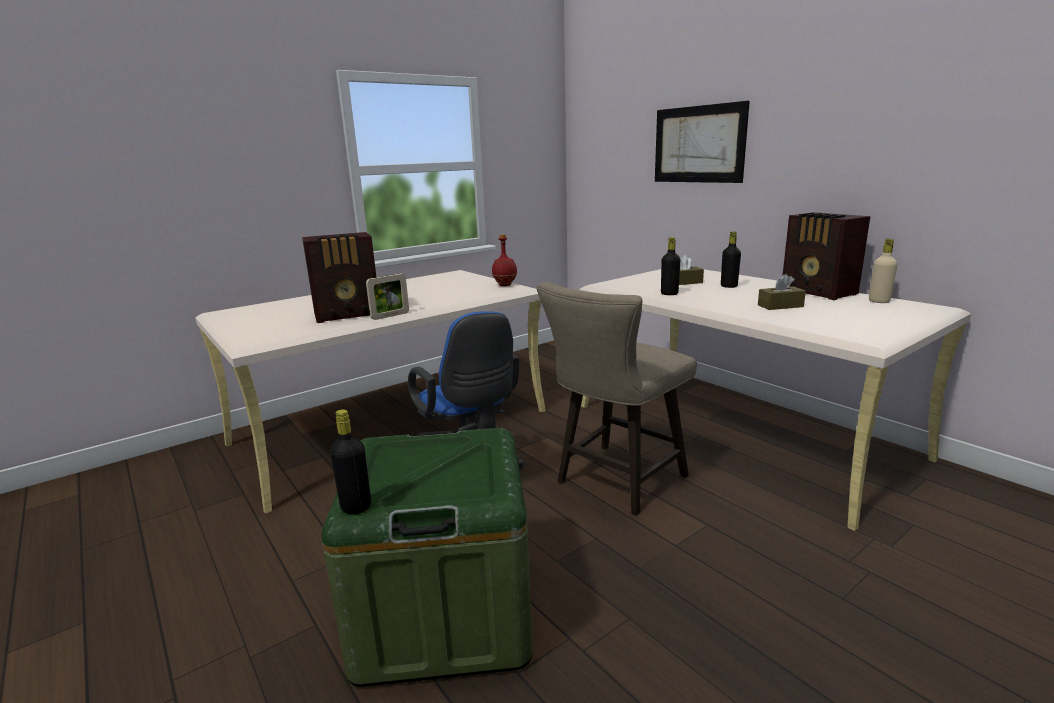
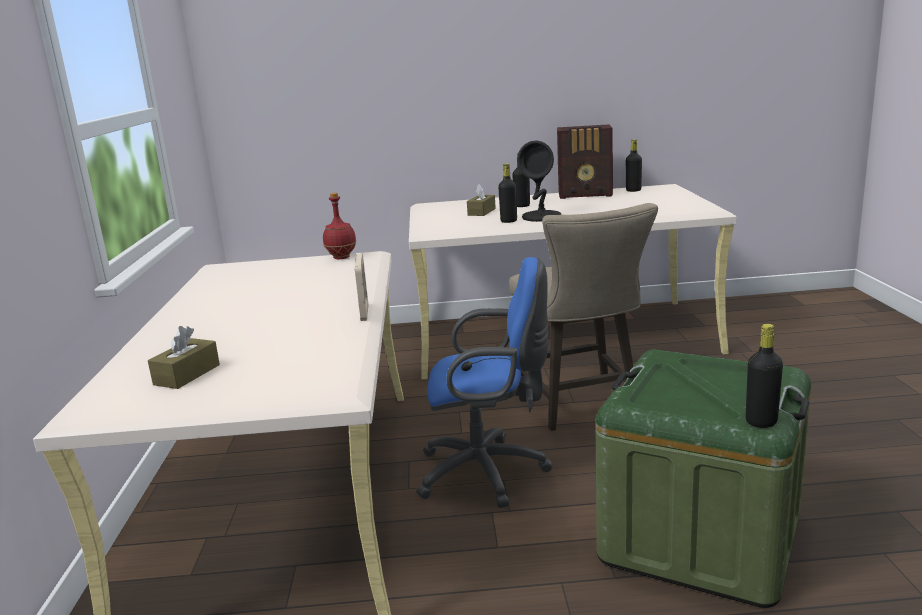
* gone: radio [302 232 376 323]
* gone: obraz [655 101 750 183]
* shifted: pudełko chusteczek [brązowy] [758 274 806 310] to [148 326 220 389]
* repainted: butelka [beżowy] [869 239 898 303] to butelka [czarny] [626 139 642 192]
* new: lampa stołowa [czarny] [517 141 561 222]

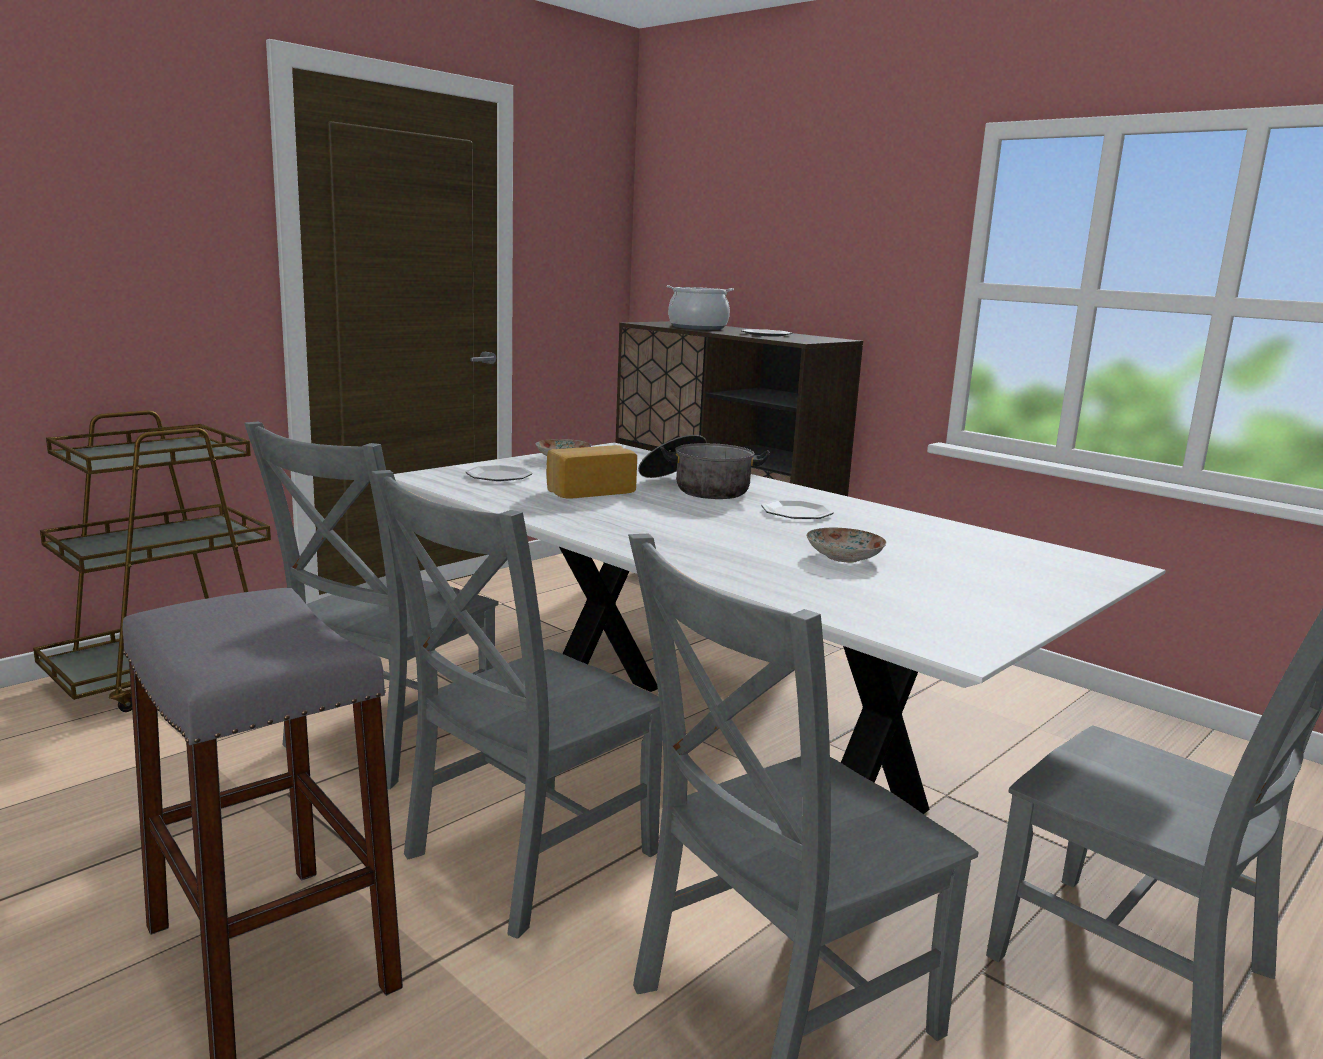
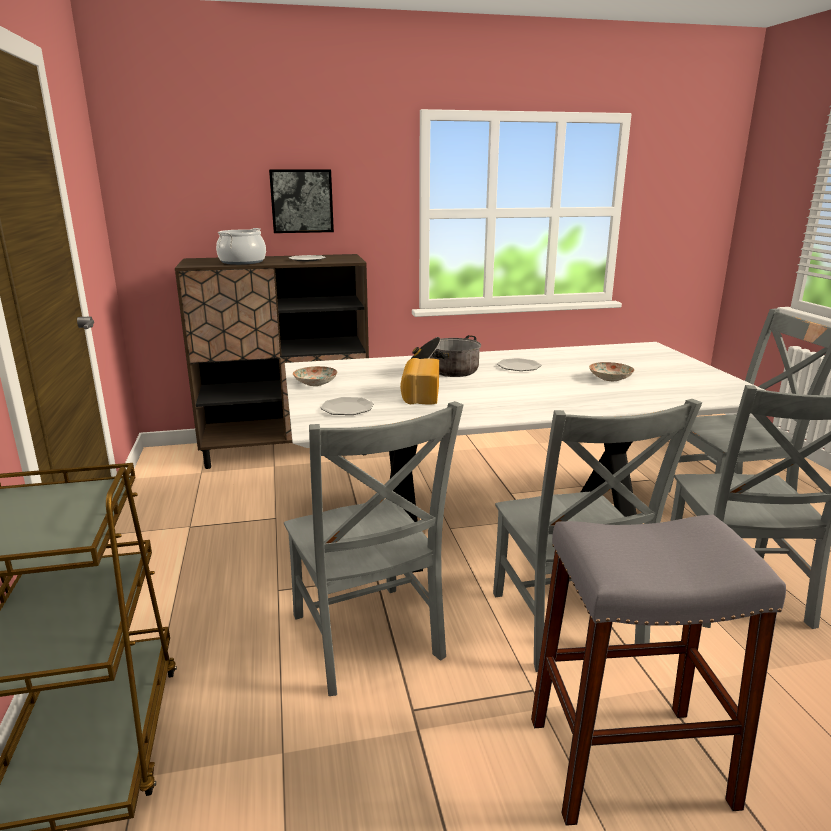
* new: obraz [269 169 334 233]

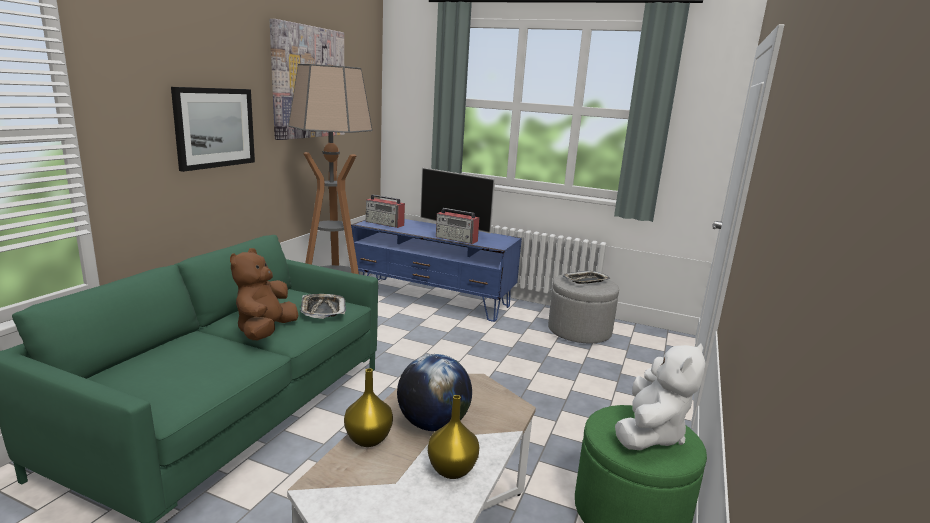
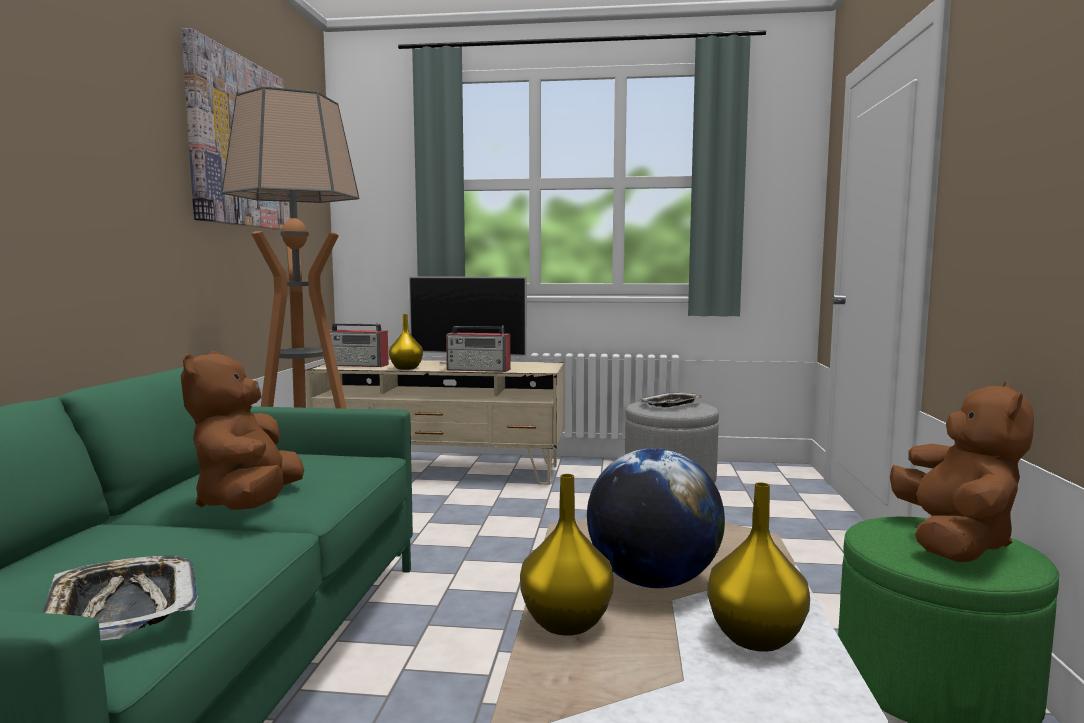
* gone: obraz [171 87 255 172]
* shifted: taca [301 294 346 319] to [42 556 198 640]
* repainted: szafka pod telewizor [niebieski] [351 219 522 322] to szafka pod telewizor [beżowy] [305 360 564 485]
* repainted: pluszak [biały] [615 344 706 450] to pluszak [brązowy] [890 381 1034 562]
* new: wazon [żółty] [389 314 423 370]

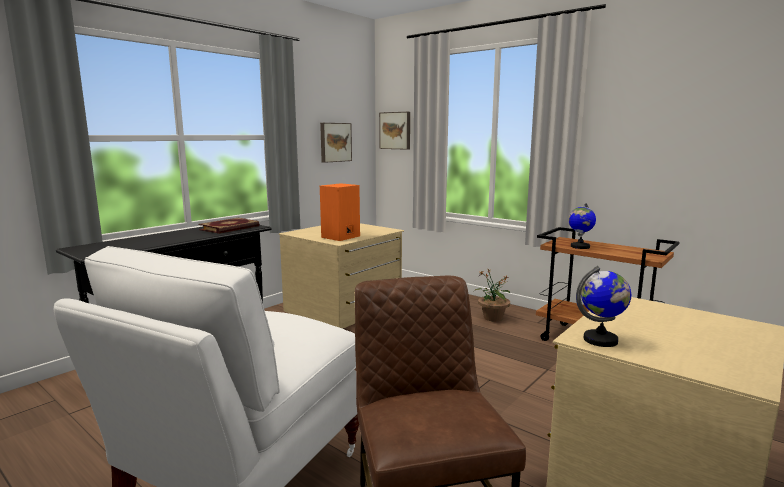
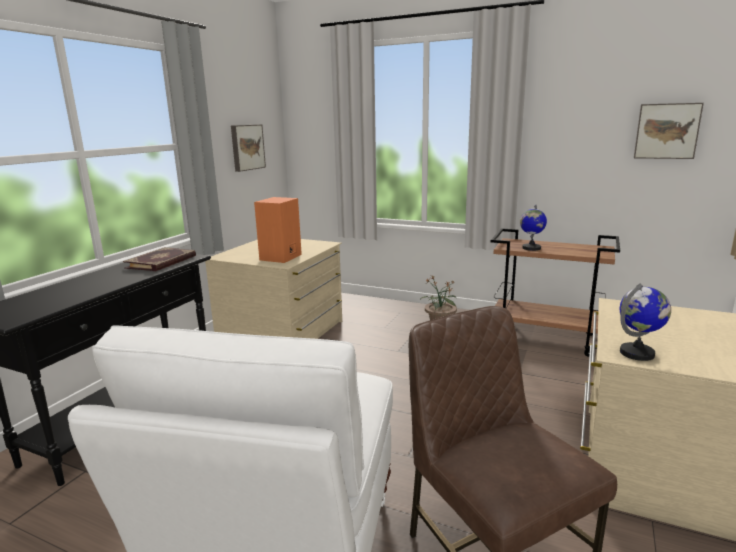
* shifted: obraz [379 112 410 150] to [634 103 704 159]

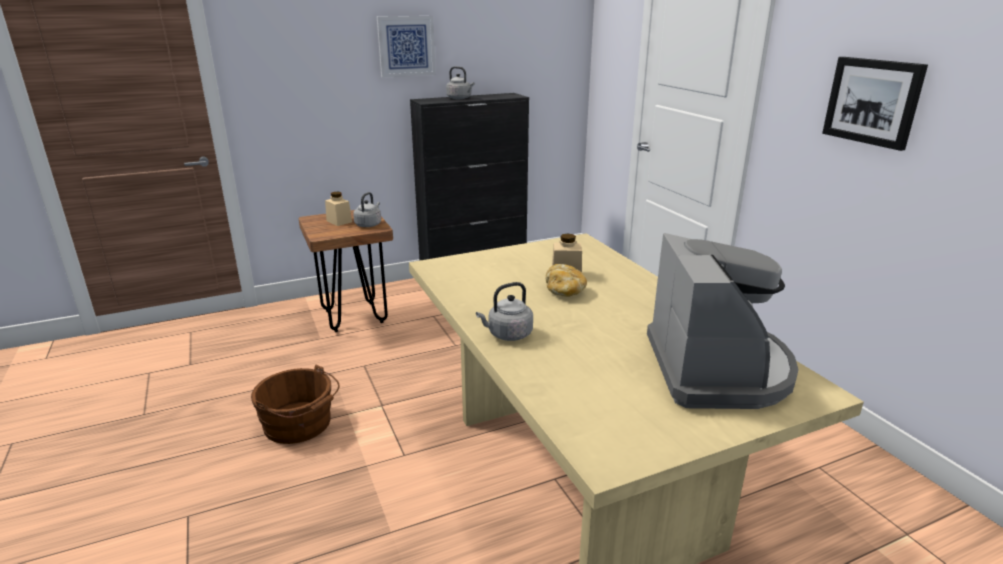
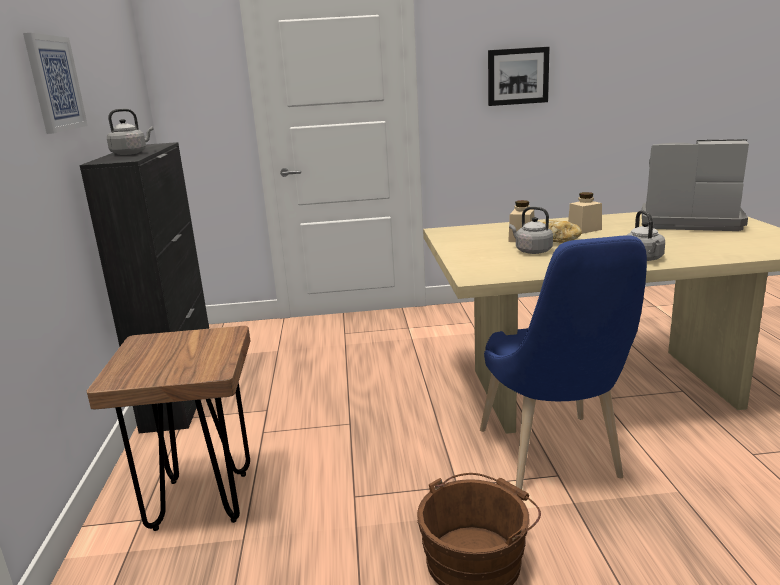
* shifted: słoik [beżowy] [325 192 352 226] to [568 192 602 234]
* shifted: czajnik [szary] [353 192 381 227] to [509 207 553 254]
* new: krzesło [niebieski] [480 235 647 490]

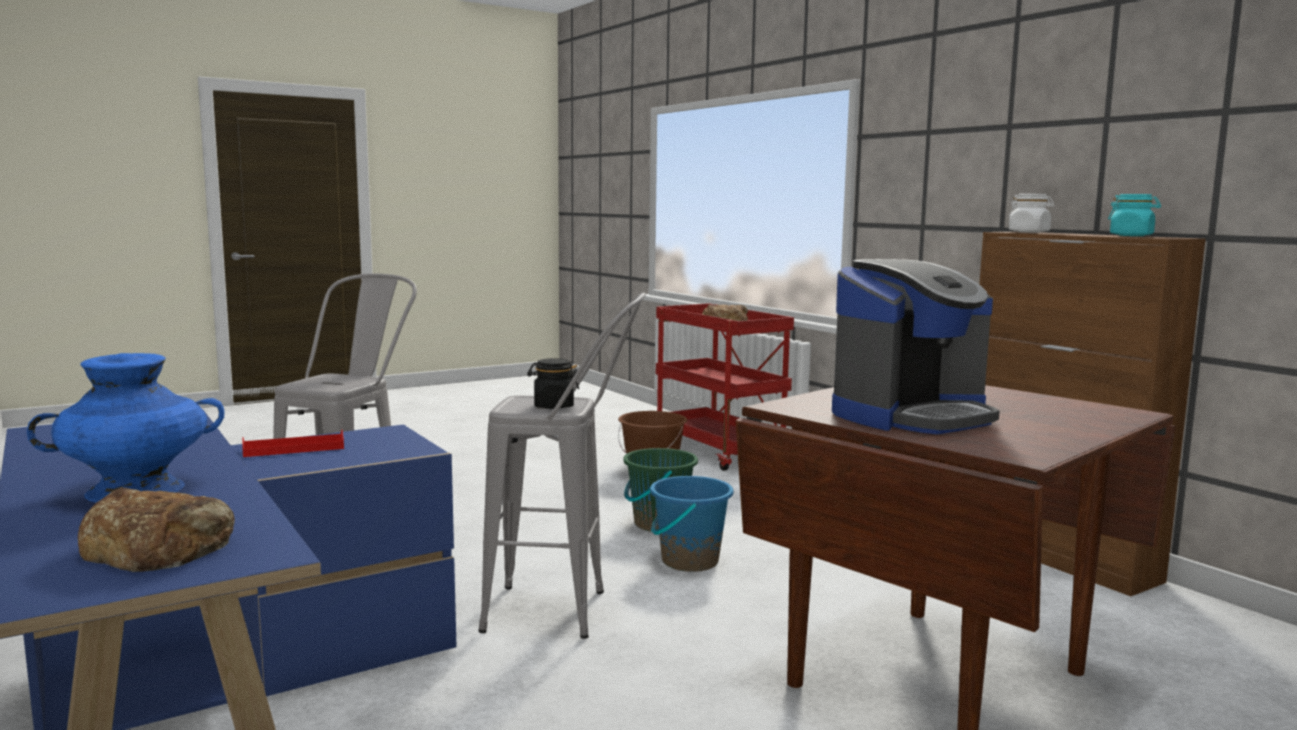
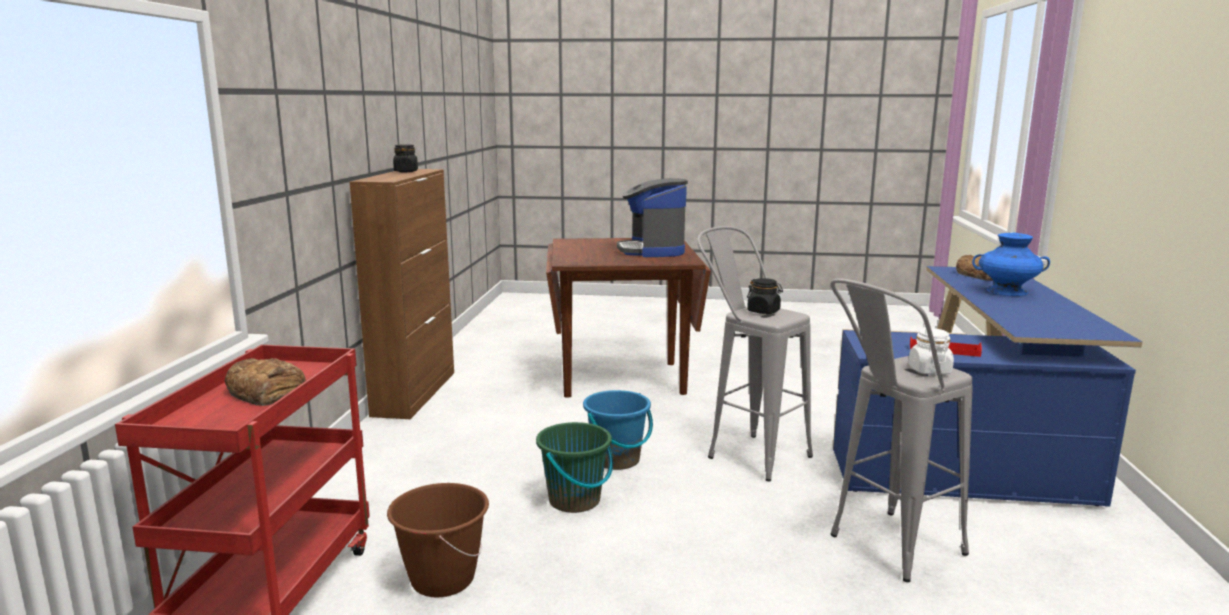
* rotated: ekspres do kawy [832 259 1000 434] = [617 178 688 257] 105 degrees counterclockwise
* shifted: słoik [biały] [1009 194 1054 233] to [908 328 954 375]
* repainted: słoik [turkusowy] [1108 194 1161 236] to słoik [czarny] [393 144 418 172]

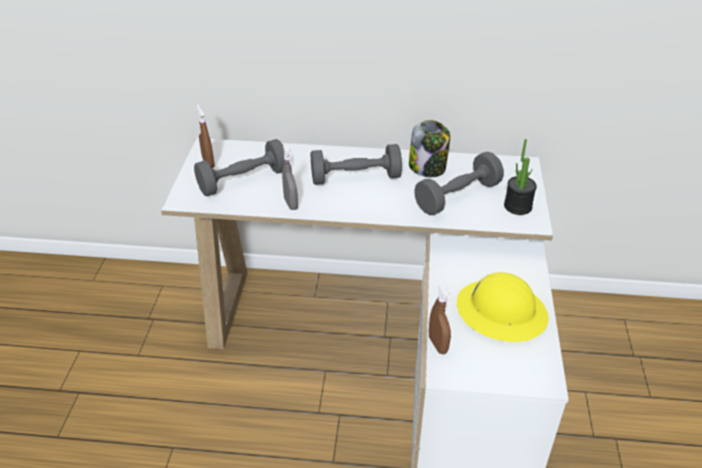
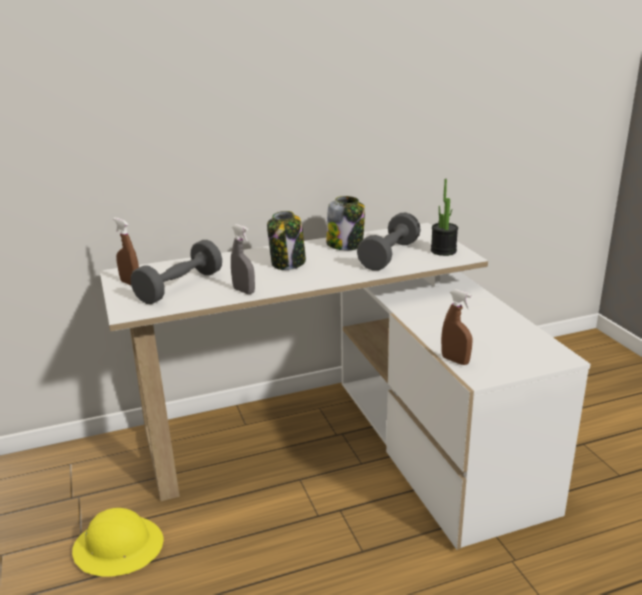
* swapped: hantel [szary] [311 144 402 185] to słoik [267 211 306 270]
* shifted: kask [żółty] [457 272 549 342] to [72 508 164 577]

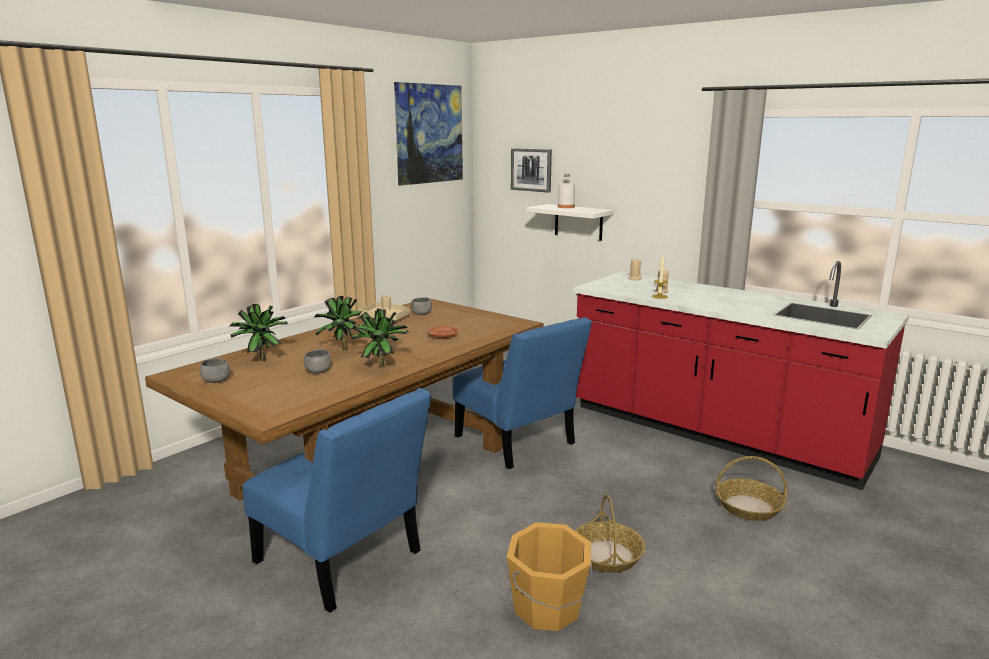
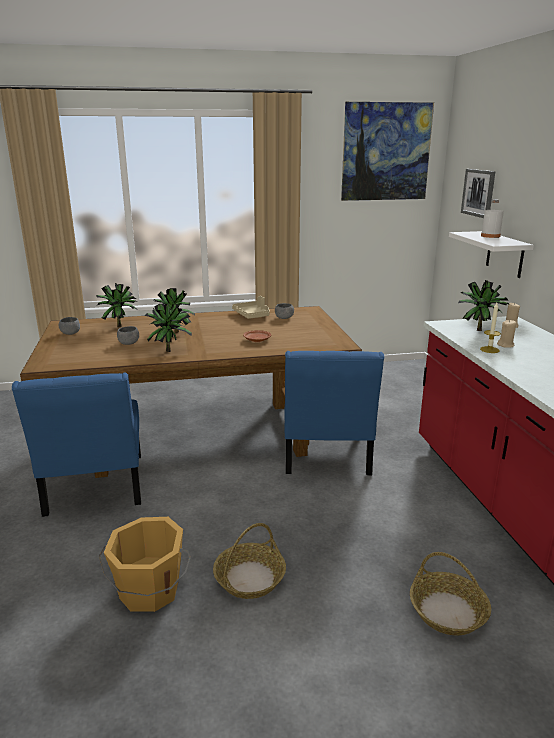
* new: roślina doniczkowa [458 280 510 331]

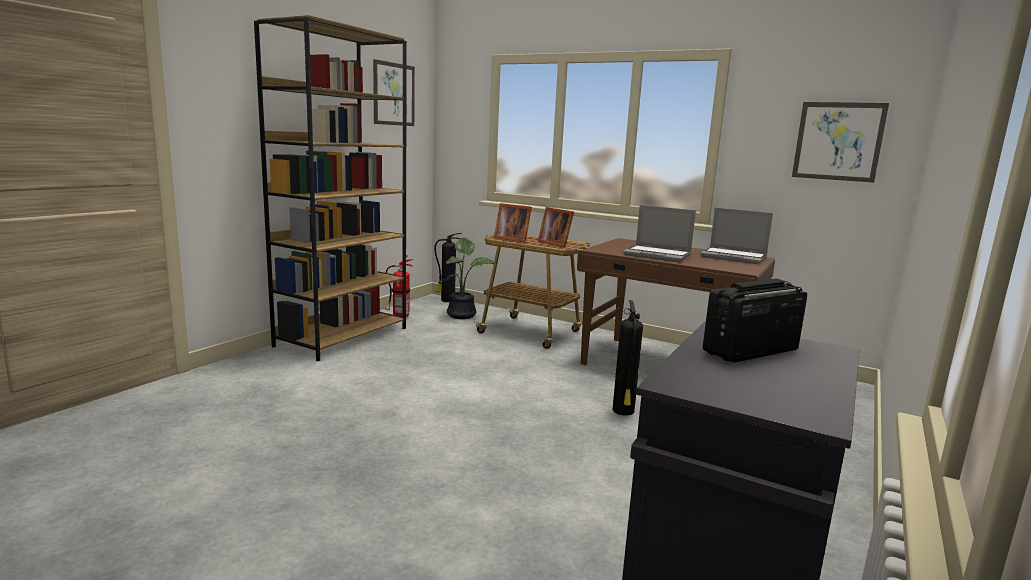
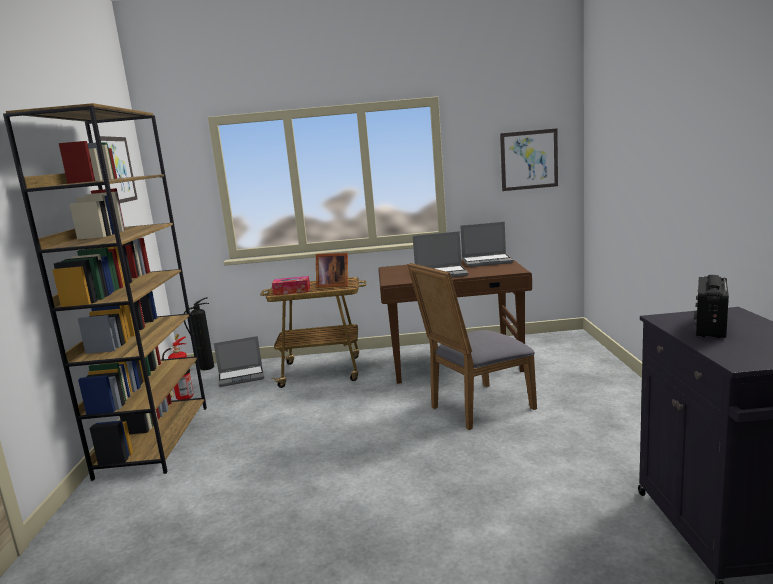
* swapped: roślina doniczkowa [440 238 494 319] to laptop [214 336 264 387]
* swapped: ramka na zdjęcie [494 203 532 243] to pudełko chusteczek [272 276 310 295]
* swapped: gaśnica [613 300 643 416] to krzesło [szary] [407 263 537 430]

